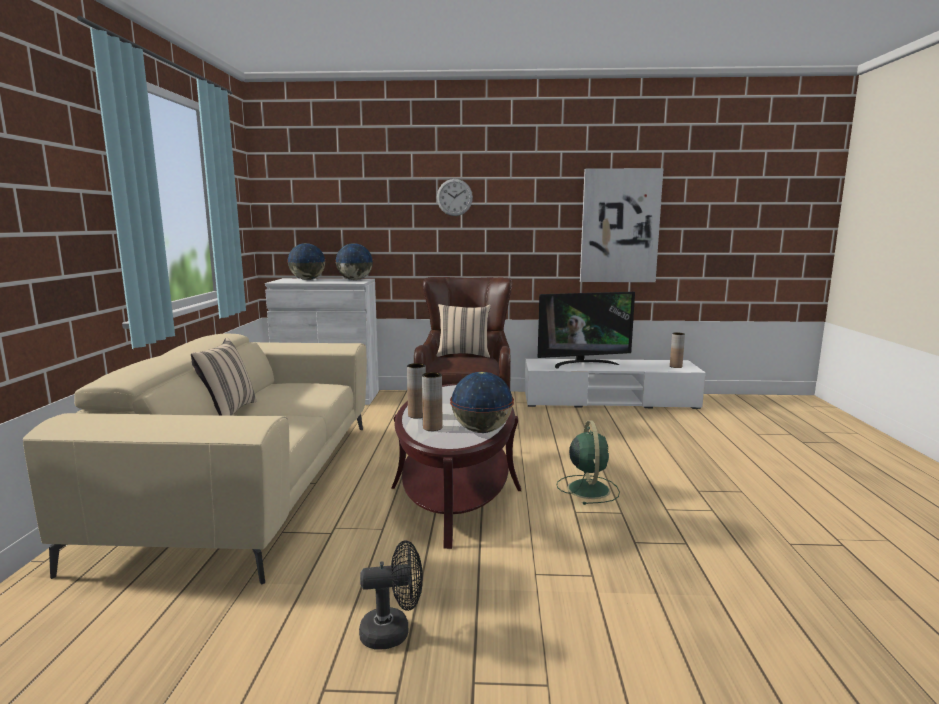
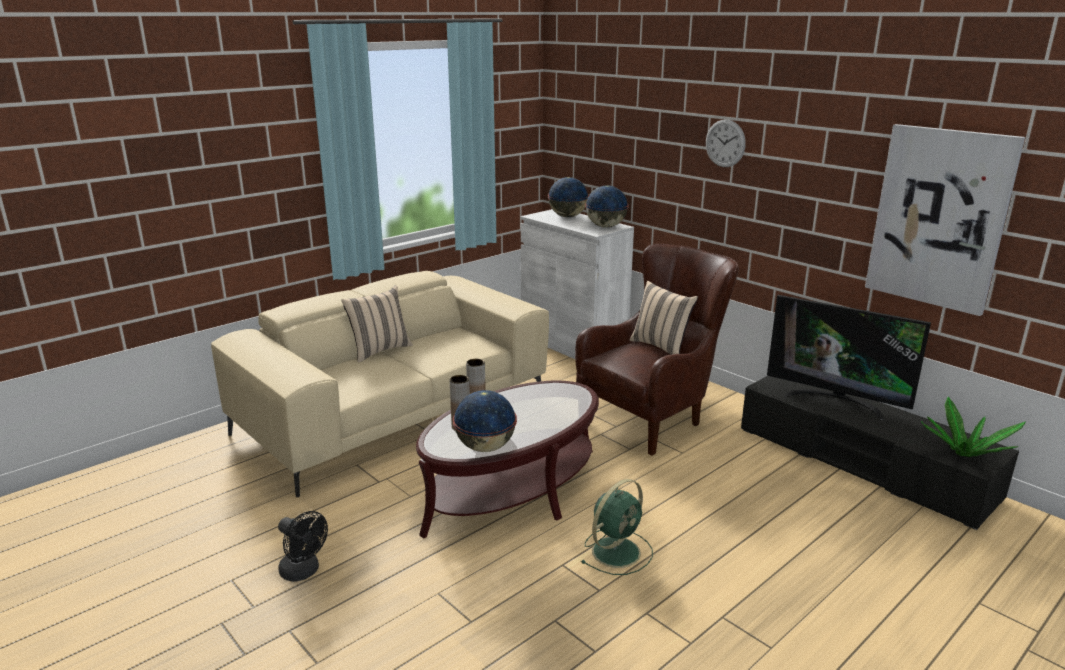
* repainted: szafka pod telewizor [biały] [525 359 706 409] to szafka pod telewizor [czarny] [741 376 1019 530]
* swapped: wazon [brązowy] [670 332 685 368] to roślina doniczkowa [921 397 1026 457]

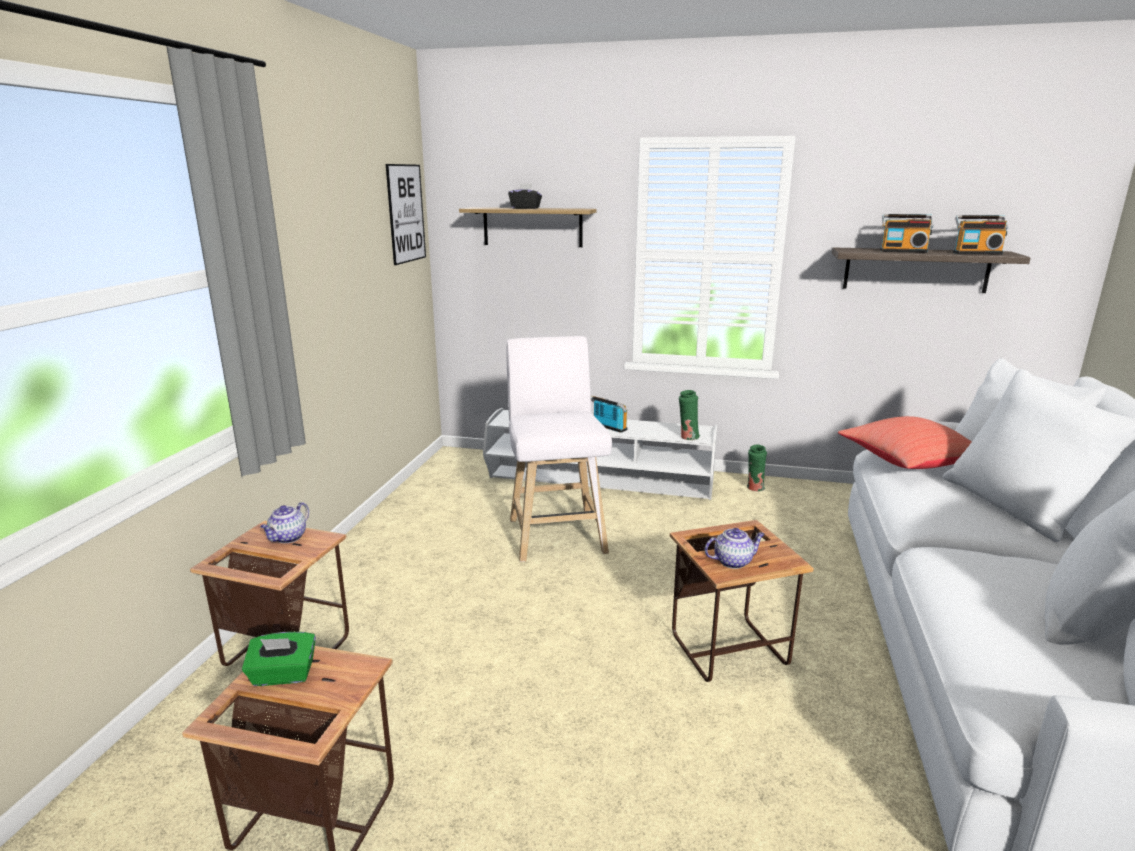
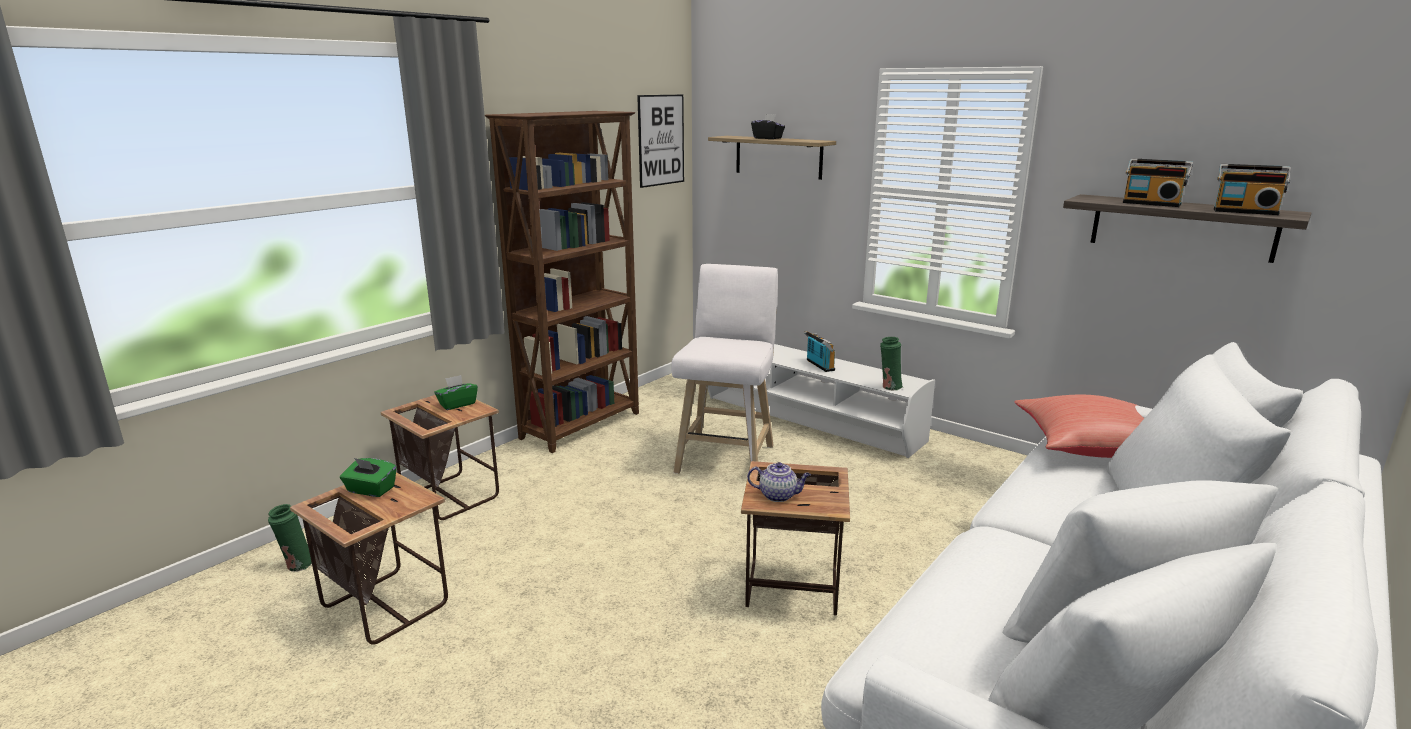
* swapped: imbryk [260 502 309 543] to pudełko chusteczek [zielony] [434 375 478 410]
* shifted: wazon [zielony] [747 445 767 492] to [268 504 312 572]
* new: regał [brązowy] [485 111 639 453]

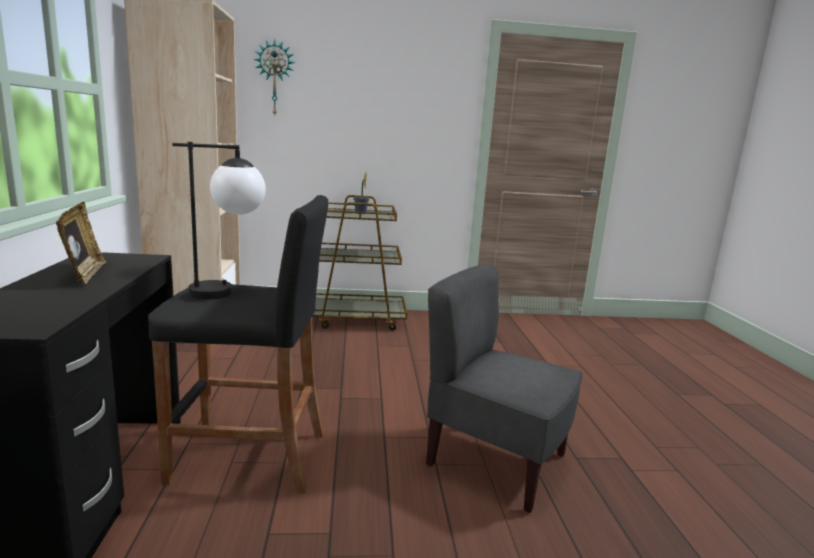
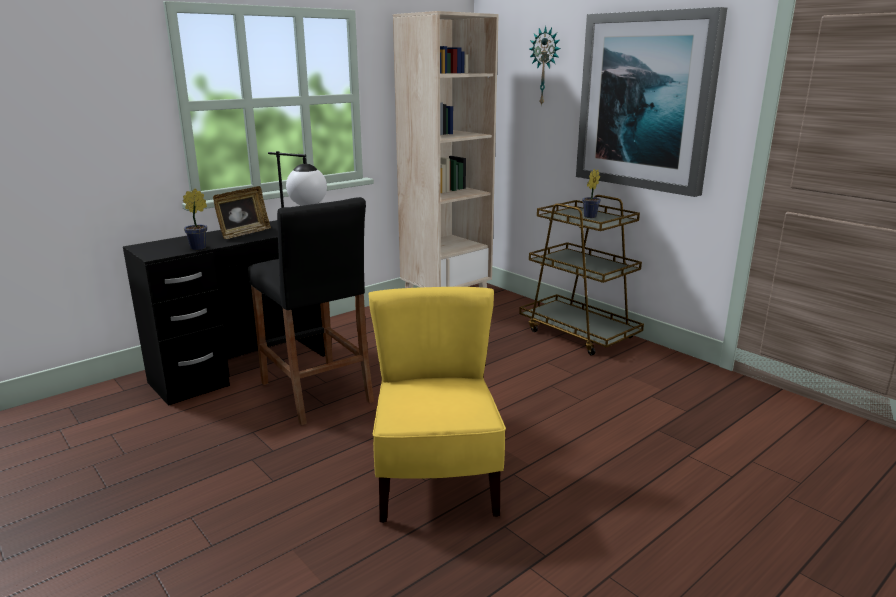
* repainted: krzesło [szary] [426 264 583 513] to krzesło [żółty] [369 287 506 523]
* new: roślina doniczkowa [183 189 207 250]
* new: obraz [576 7 727 197]

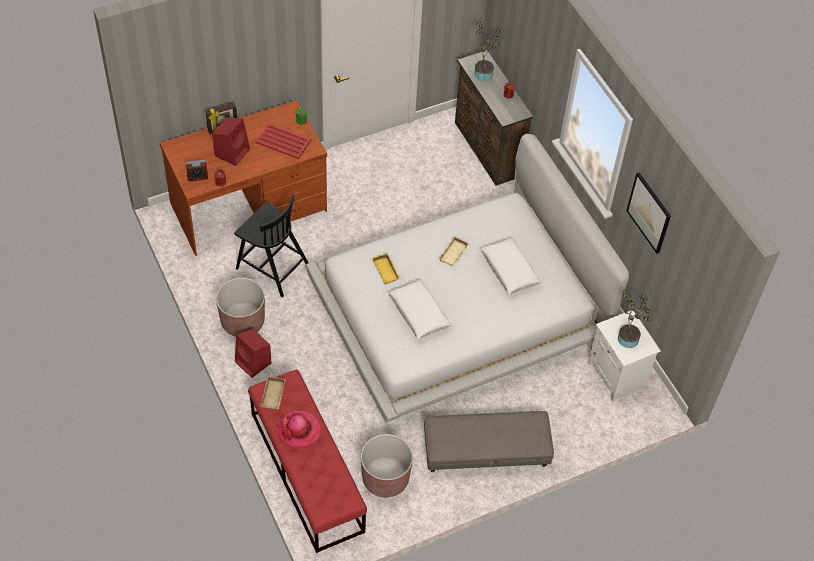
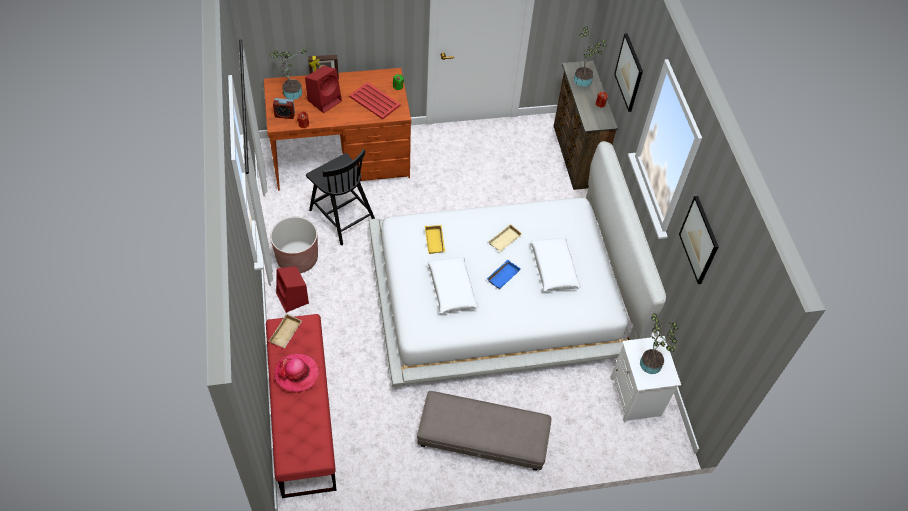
* gone: donica [brązowy] [361 434 413 497]
* new: roślina doniczkowa [269 48 307 100]
* new: taca [niebieski] [487 260 521 289]
* new: obraz [614 33 643 112]

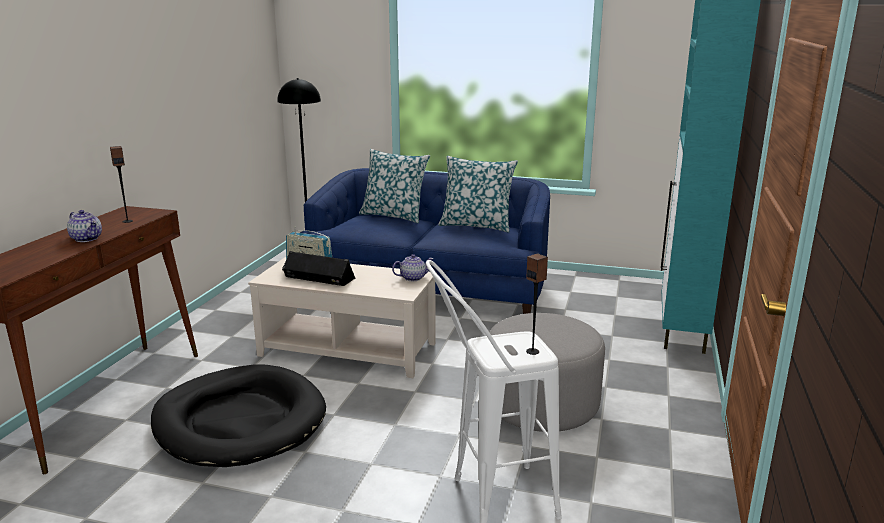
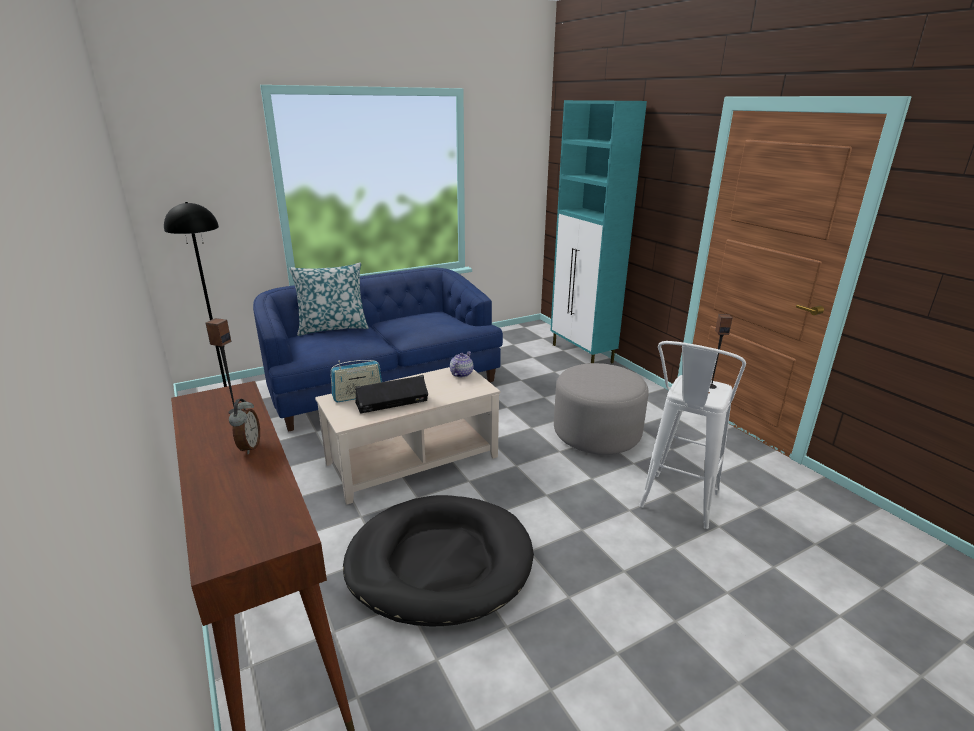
* swapped: imbryk [67 210 102 242] to budzik [229 399 260 454]
* gone: poduszka [438 156 518 233]

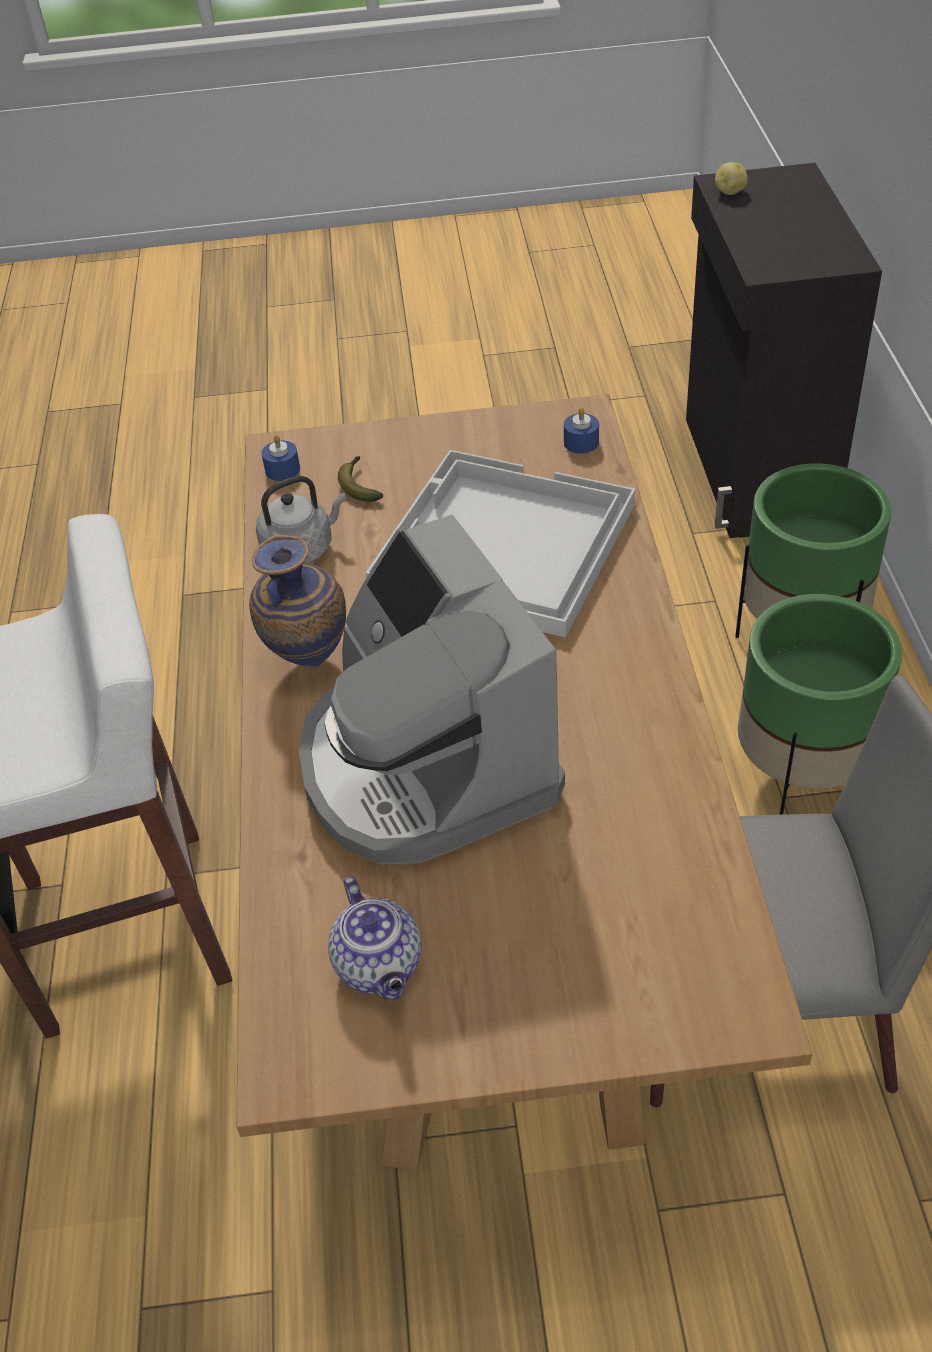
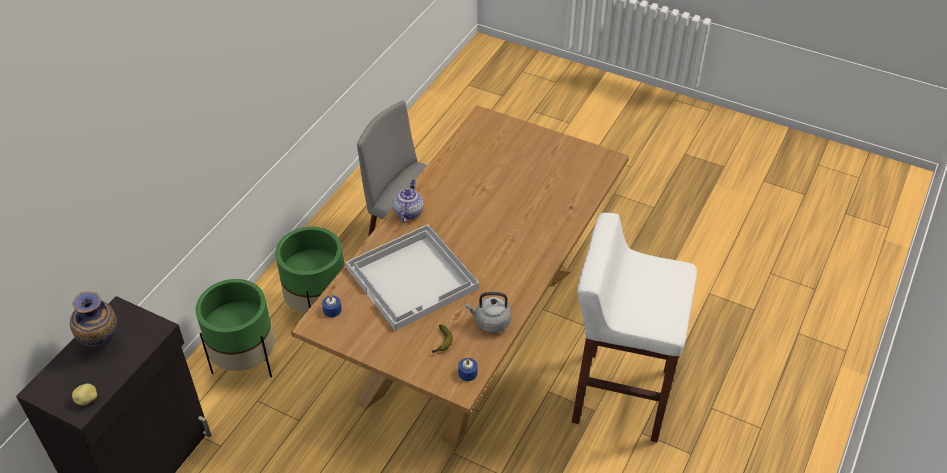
* shifted: wazon [249 534 346 668] to [70 291 117 347]
* gone: ekspres do kawy [299 514 565 865]
* shifted: imbryk [328 877 422 1001] to [393 180 424 223]

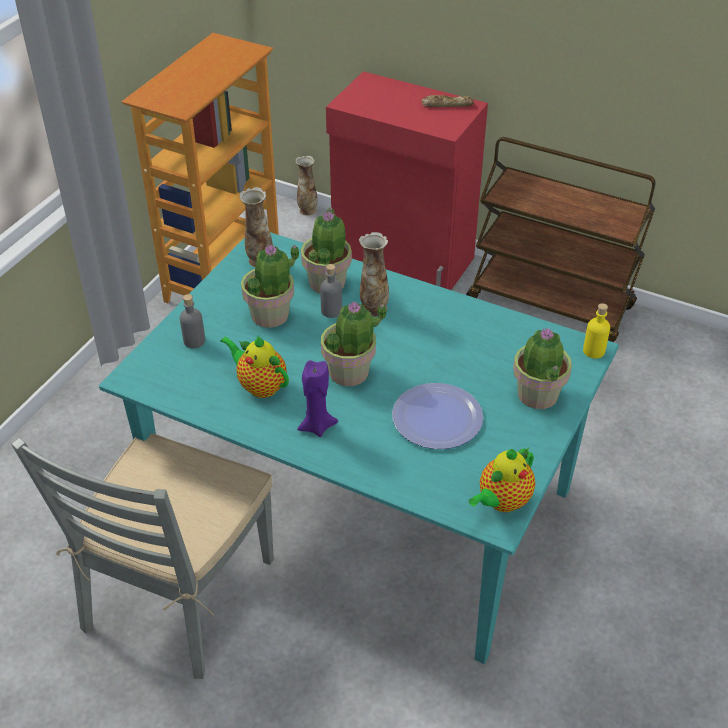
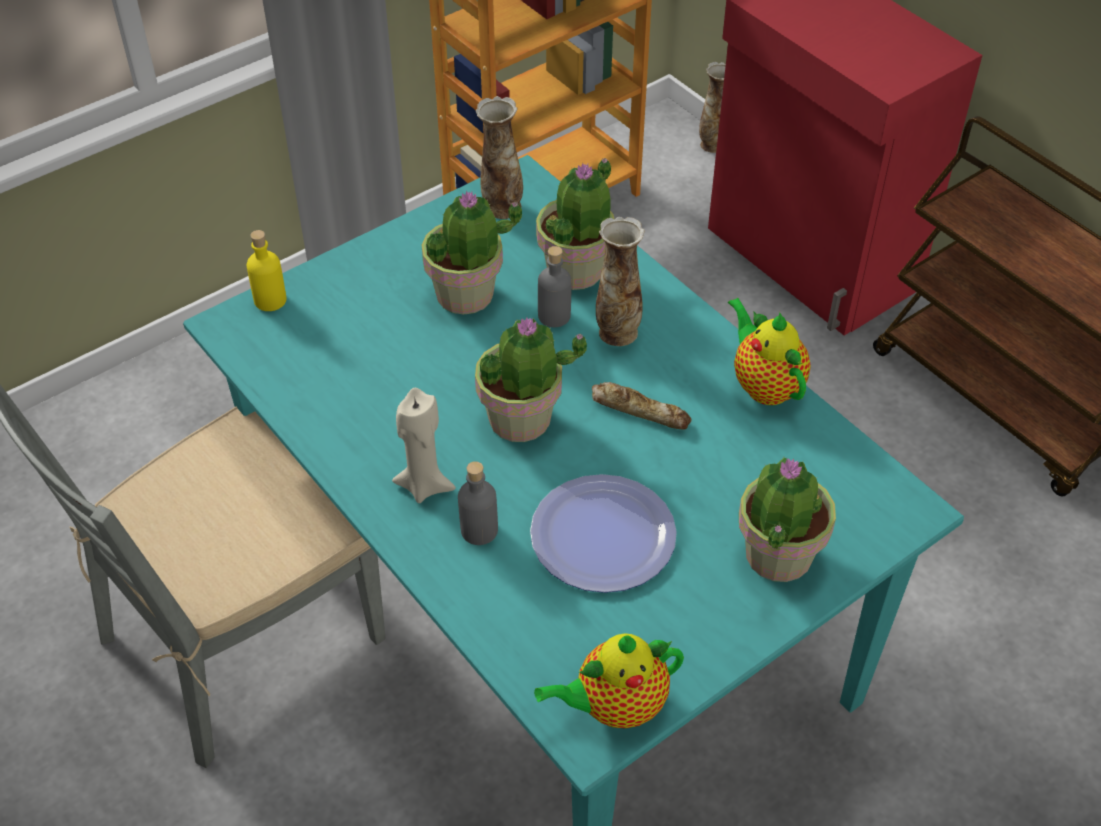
* shifted: butelka [szary] [180 294 205 349] to [458 461 498 545]
* shifted: imbryk [220 335 289 398] to [728 298 811 405]
* repainted: świeca [fioletowy] [297 360 338 437] to świeca [beżowy] [392 388 456 503]
* shifted: chleb [421 95 474 107] to [592 382 692 430]
* shifted: butelka [żółty] [583 303 610 359] to [247 230 286 311]

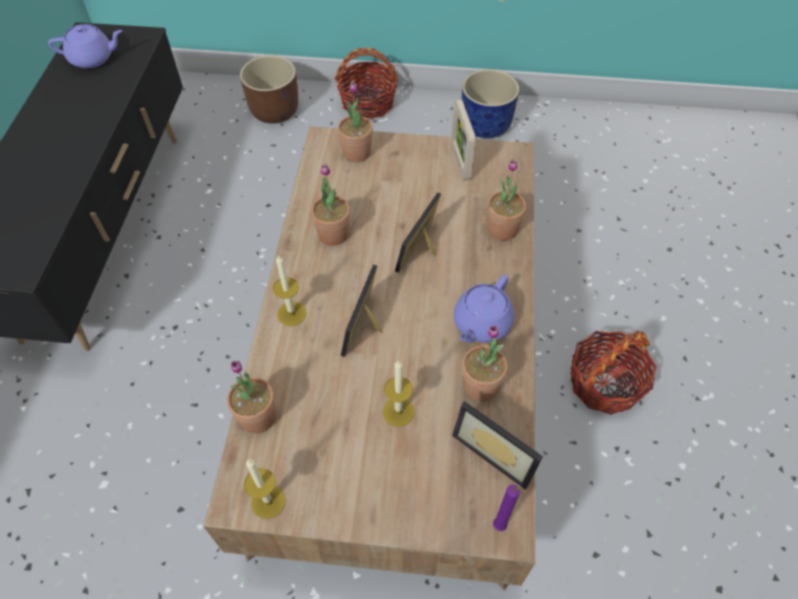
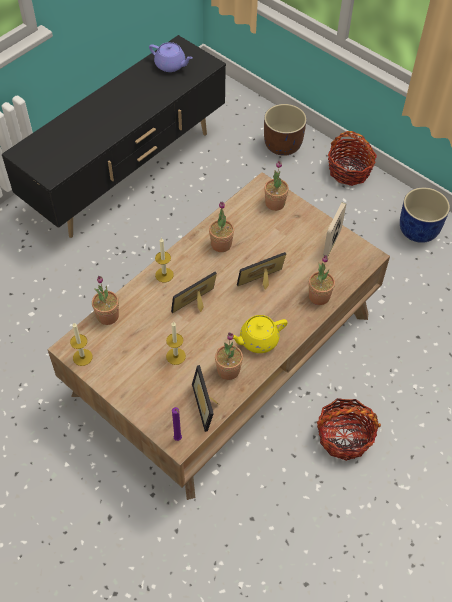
* repainted: imbryk [fioletowy] [454 275 514 343] to imbryk [żółty] [233 315 288 353]

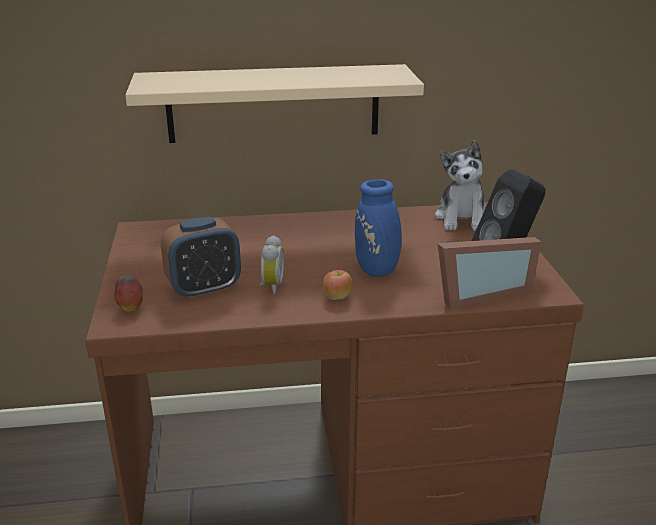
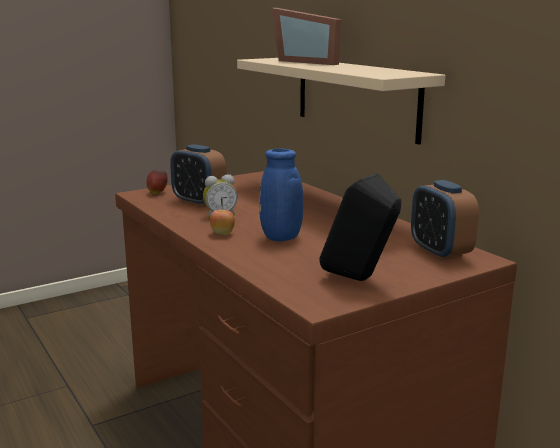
* swapped: pluszak [435 140 485 231] to budzik [411 180 479 260]
* shifted: ramka na zdjęcie [438 237 541 309] to [272 8 342 65]

